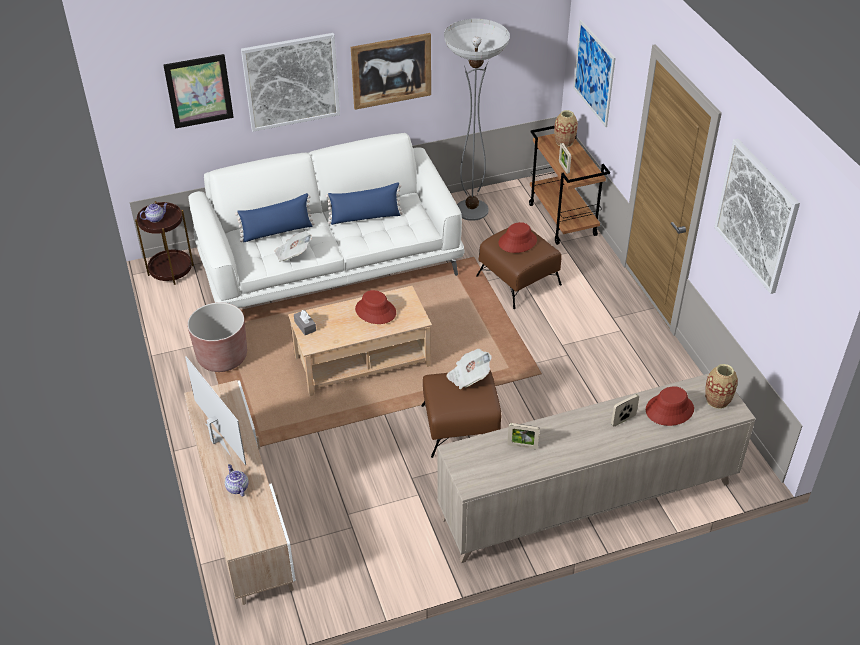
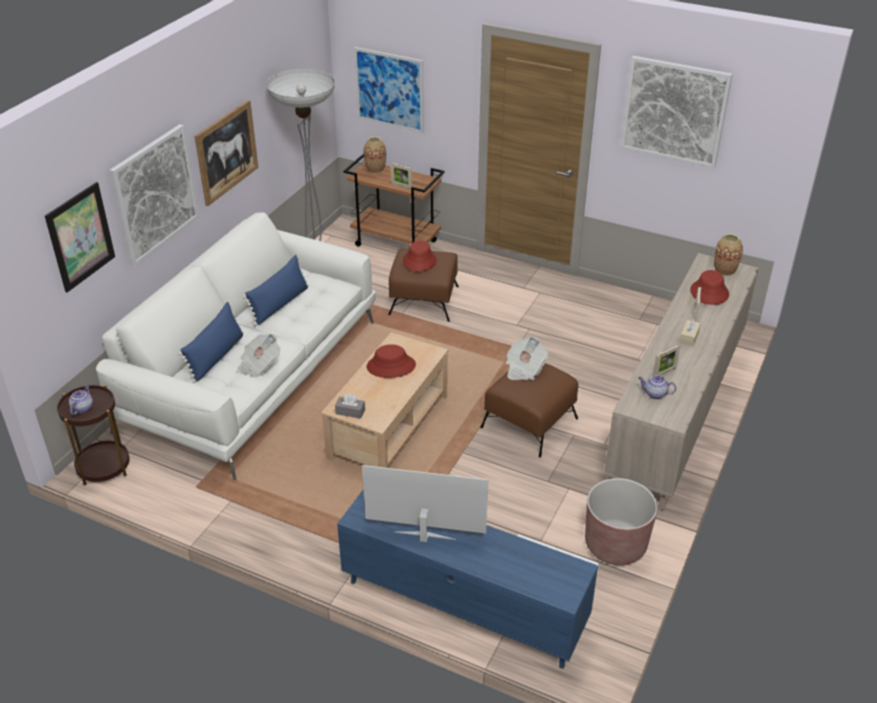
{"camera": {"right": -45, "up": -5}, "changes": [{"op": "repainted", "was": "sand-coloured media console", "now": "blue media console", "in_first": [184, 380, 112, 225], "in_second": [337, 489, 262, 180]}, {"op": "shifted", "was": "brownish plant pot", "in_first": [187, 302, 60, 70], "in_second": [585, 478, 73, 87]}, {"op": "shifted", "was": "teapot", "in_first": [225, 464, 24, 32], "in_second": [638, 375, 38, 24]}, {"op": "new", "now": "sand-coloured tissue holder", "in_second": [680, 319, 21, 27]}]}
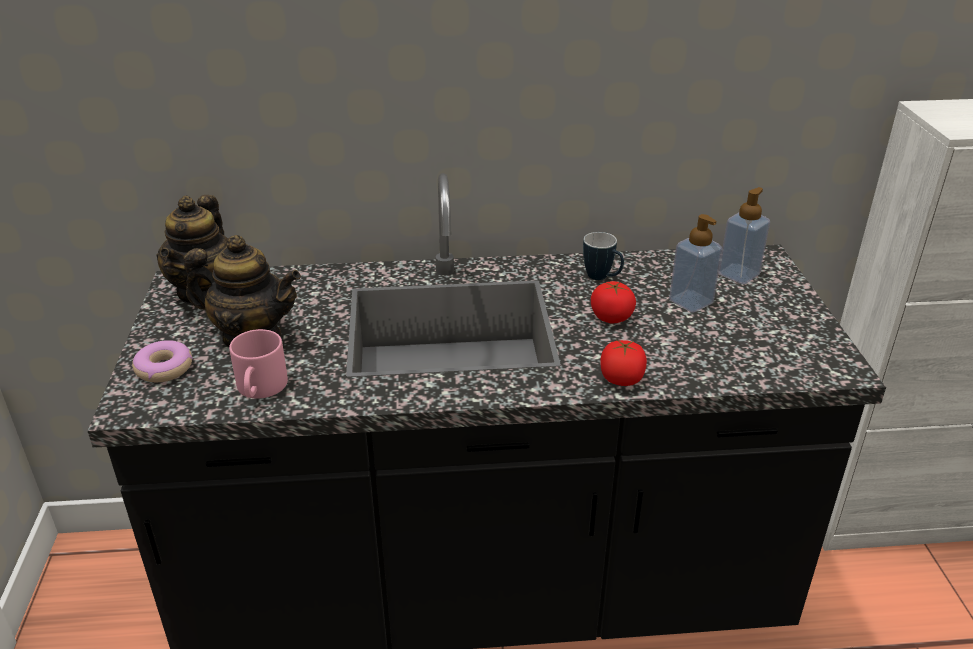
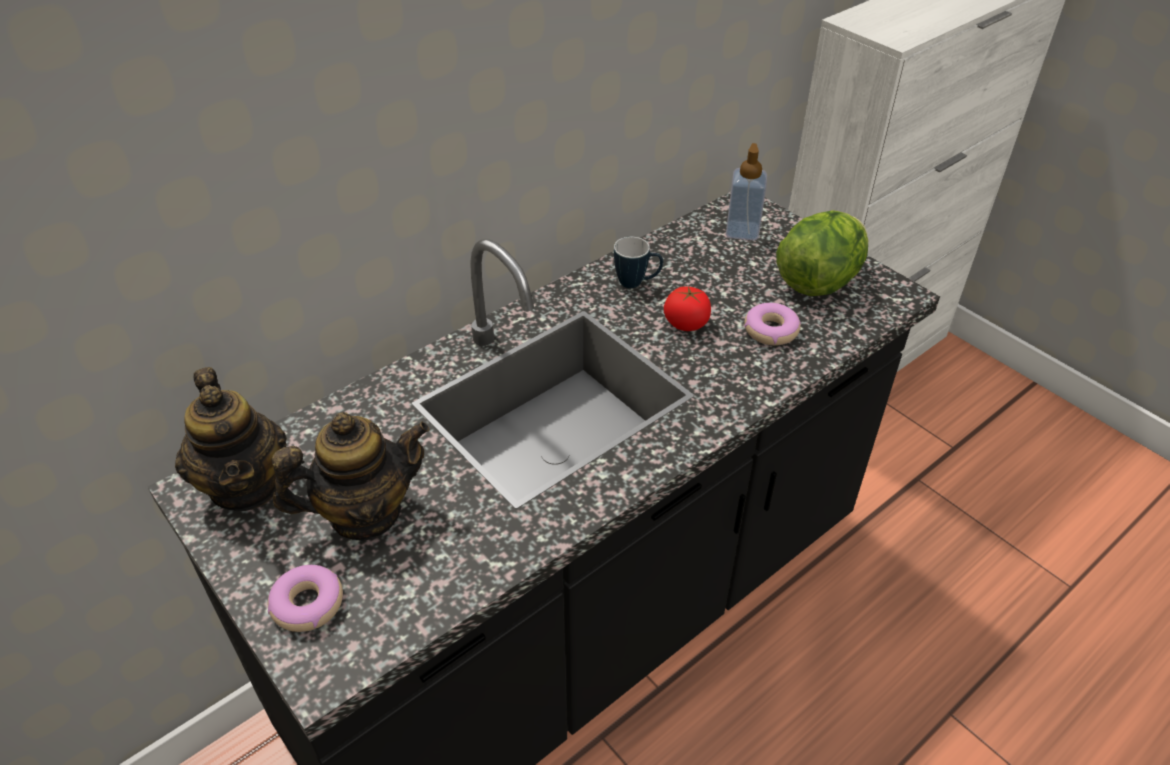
{"camera": {"right": -35, "up": 10}, "changes": [{"op": "new", "now": "ring doughnut", "in_second": [744, 303, 57, 42]}, {"op": "new", "now": "head of lettuce", "in_second": [776, 210, 92, 86]}, {"op": "gone", "was": "pink-coloured coffee mug", "in_first": [229, 329, 59, 70]}, {"op": "gone", "was": "whole tomato", "in_first": [600, 340, 47, 46]}, {"op": "gone", "was": "soap bottle", "in_first": [669, 214, 54, 99]}]}
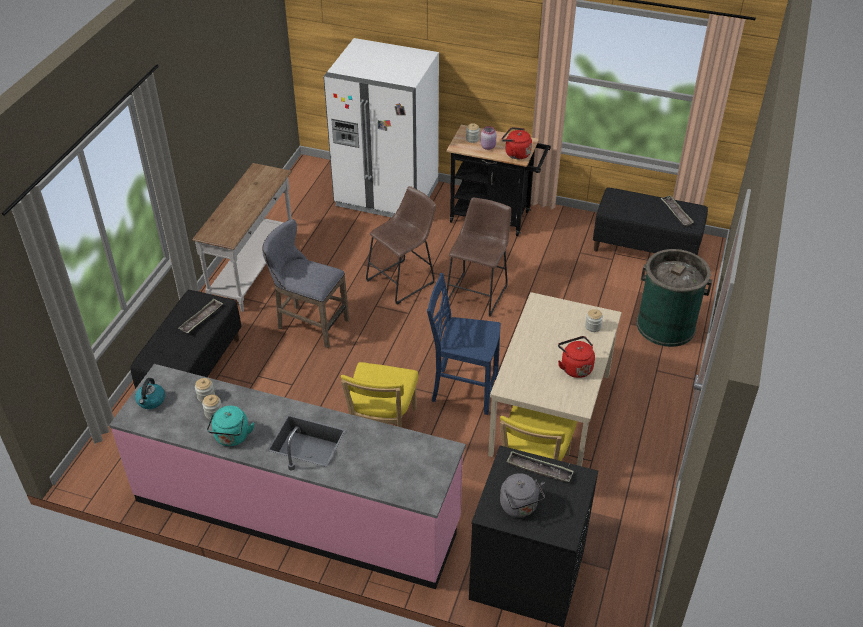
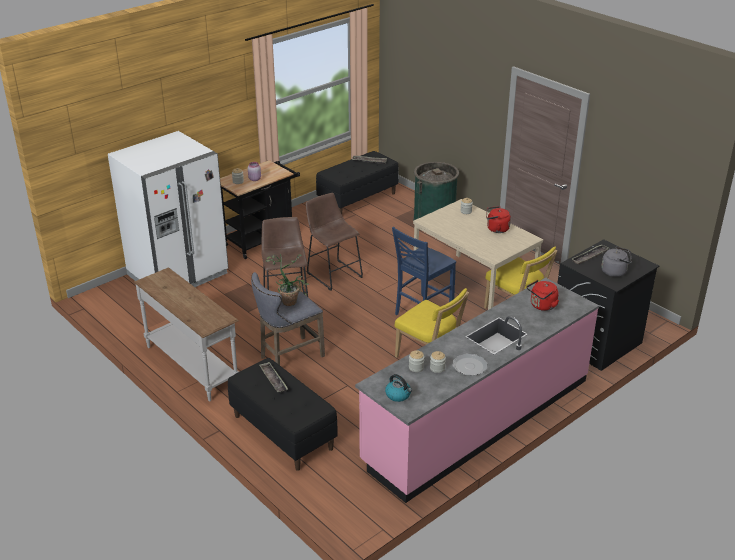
{"camera": {"right": -60, "up": -10}, "changes": [{"op": "new", "now": "potted plant", "in_second": [266, 254, 43, 52]}, {"op": "swapped", "was": "turquoise tea kettle", "now": "plate", "in_first": [207, 406, 48, 40], "in_second": [452, 354, 36, 22]}, {"op": "shifted", "was": "reddish tea kettle", "in_first": [502, 127, 30, 32], "in_second": [527, 280, 32, 31]}]}
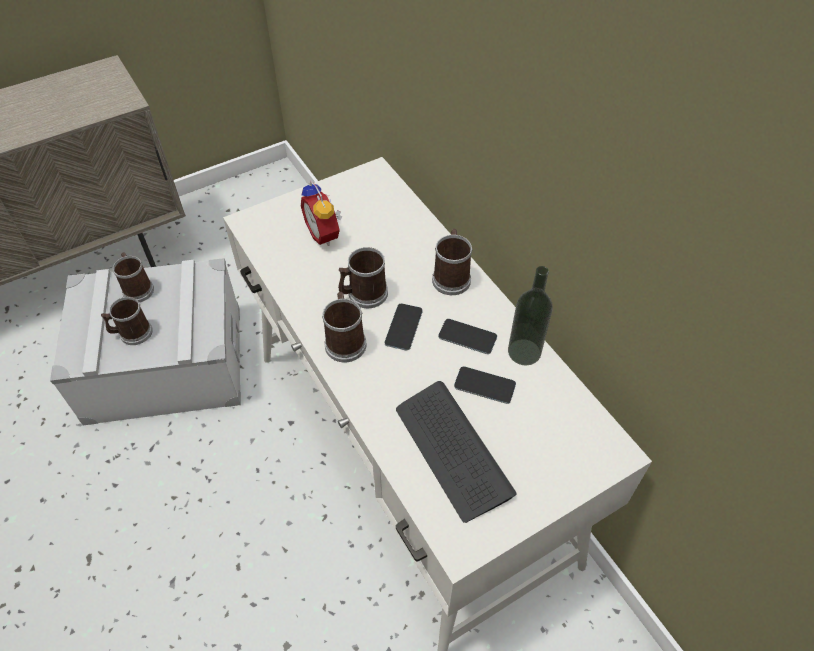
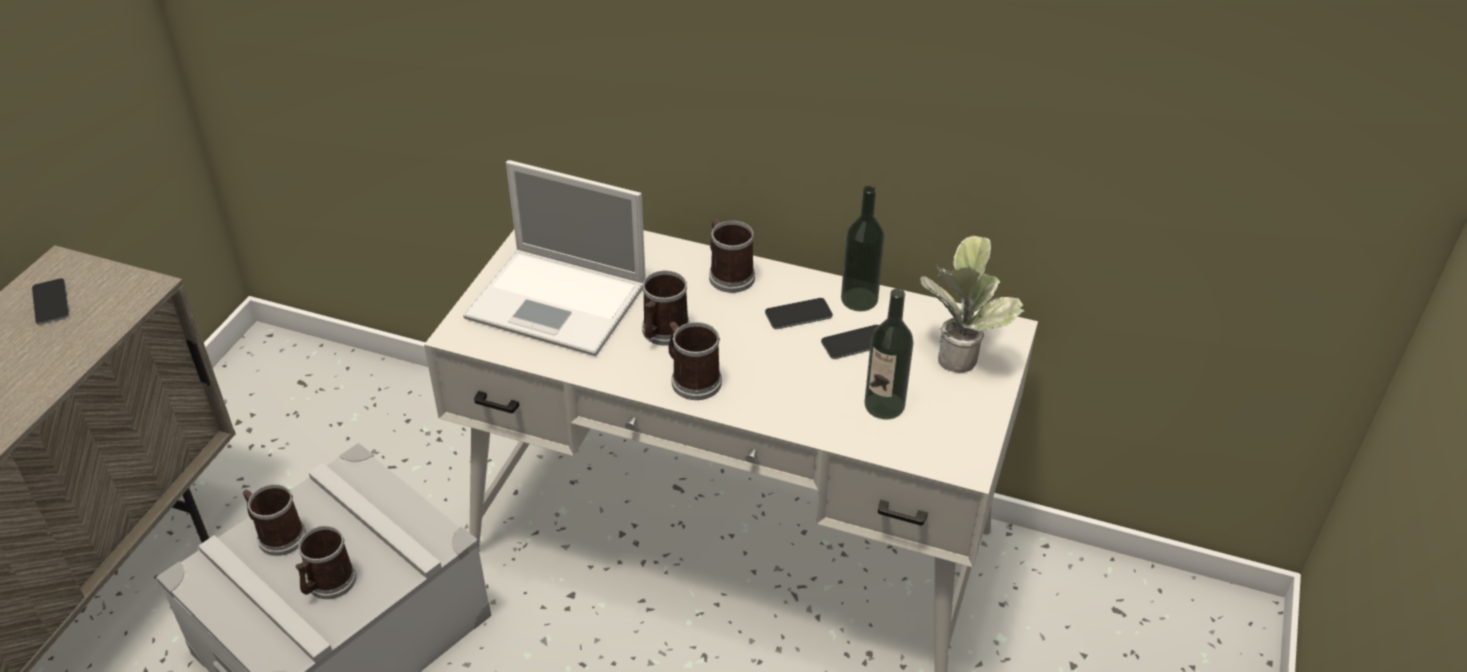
{"camera": {"right": -40, "up": -10}, "changes": [{"op": "shifted", "was": "handset", "in_first": [385, 303, 38, 47], "in_second": [32, 278, 37, 47]}, {"op": "swapped", "was": "table clock", "now": "laptop", "in_first": [301, 180, 41, 66], "in_second": [463, 160, 183, 196]}, {"op": "swapped", "was": "keyboard", "now": "beverage bottle", "in_first": [396, 381, 121, 142], "in_second": [864, 289, 50, 130]}, {"op": "new", "now": "potted plant", "in_second": [920, 236, 105, 137]}]}
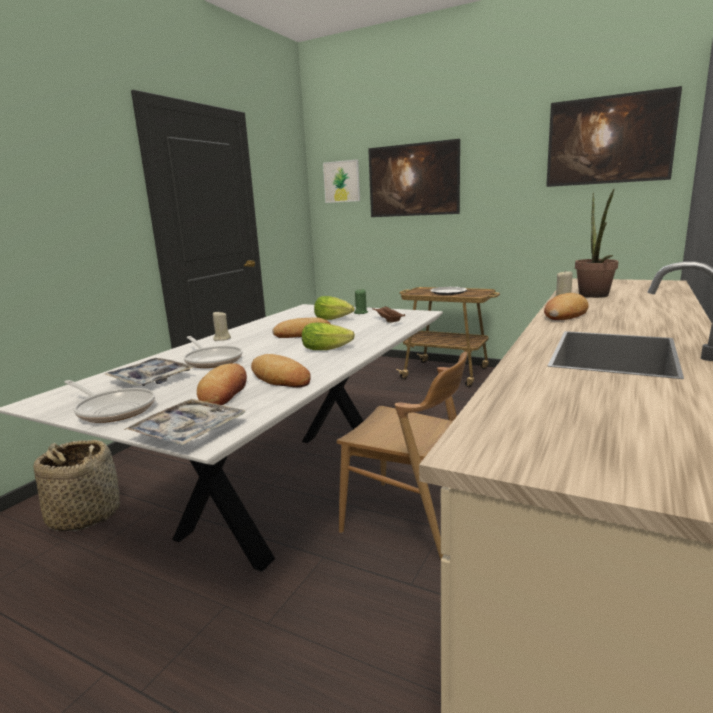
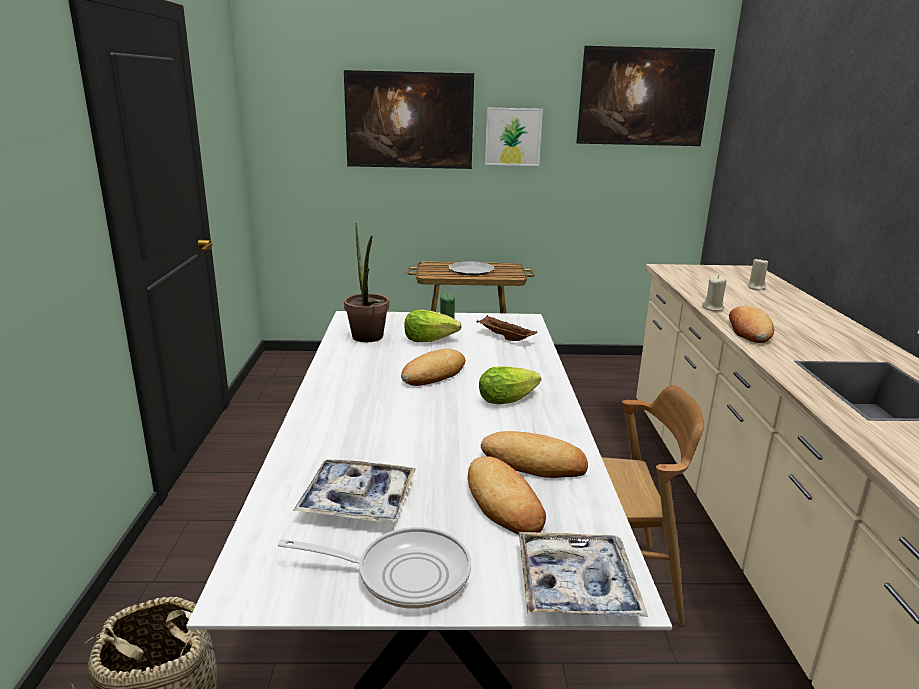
{"camera": {"right": -30, "up": 5}, "changes": [{"op": "shifted", "was": "potted plant", "in_first": [575, 189, 43, 109], "in_second": [344, 223, 45, 119]}, {"op": "shifted", "was": "wall picture", "in_first": [323, 159, 37, 44], "in_second": [485, 107, 58, 59]}, {"op": "shifted", "was": "sand-coloured wax light", "in_first": [213, 312, 18, 29], "in_second": [747, 259, 21, 32]}, {"op": "gone", "was": "frying pan", "in_first": [184, 336, 58, 32]}]}
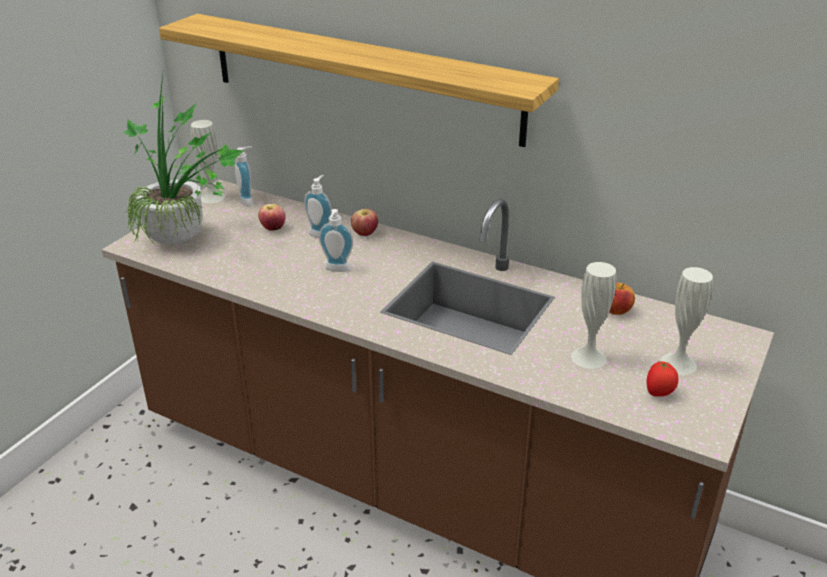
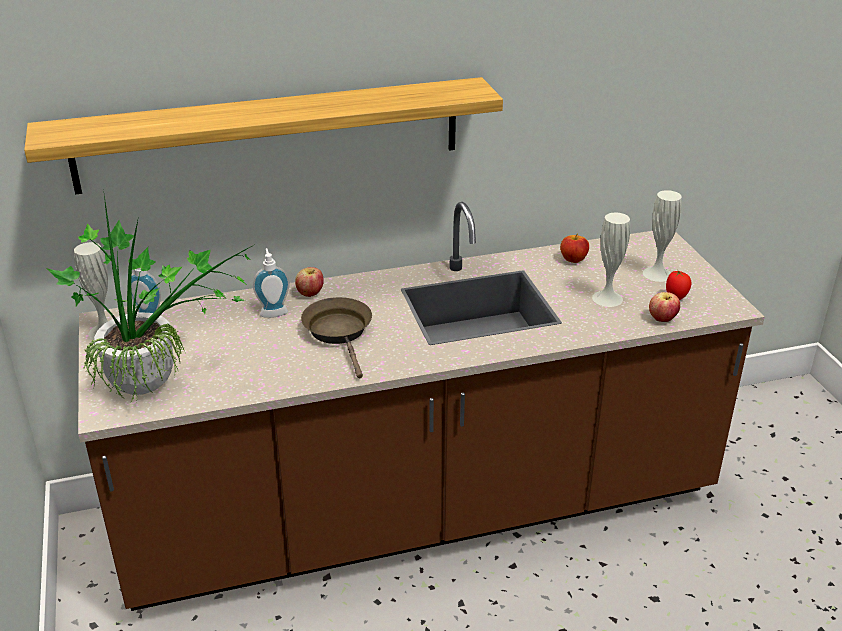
{"camera": {"right": -45, "up": 0}, "changes": [{"op": "swapped", "was": "soap bottle", "now": "brownish frying pan", "in_first": [319, 209, 34, 63], "in_second": [301, 297, 71, 81]}, {"op": "shifted", "was": "apple fruit", "in_first": [258, 204, 28, 27], "in_second": [649, 292, 31, 30]}]}
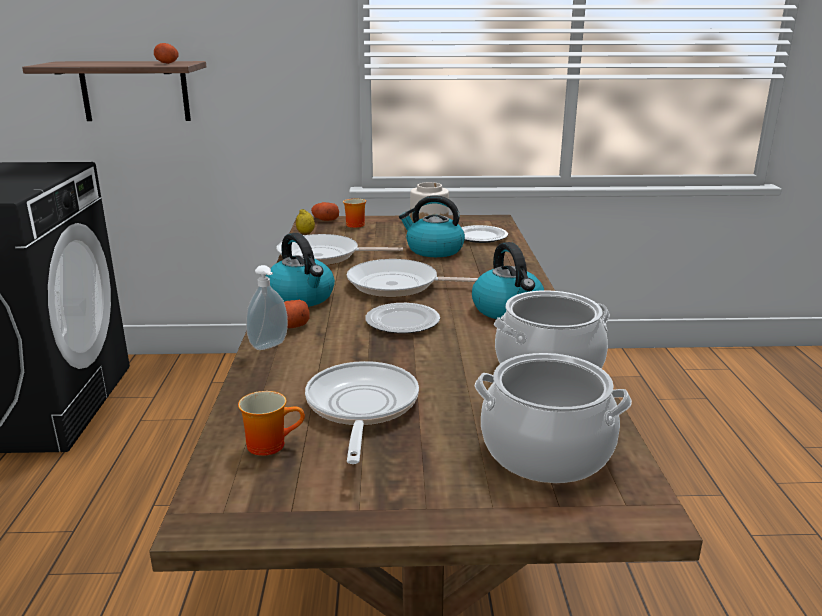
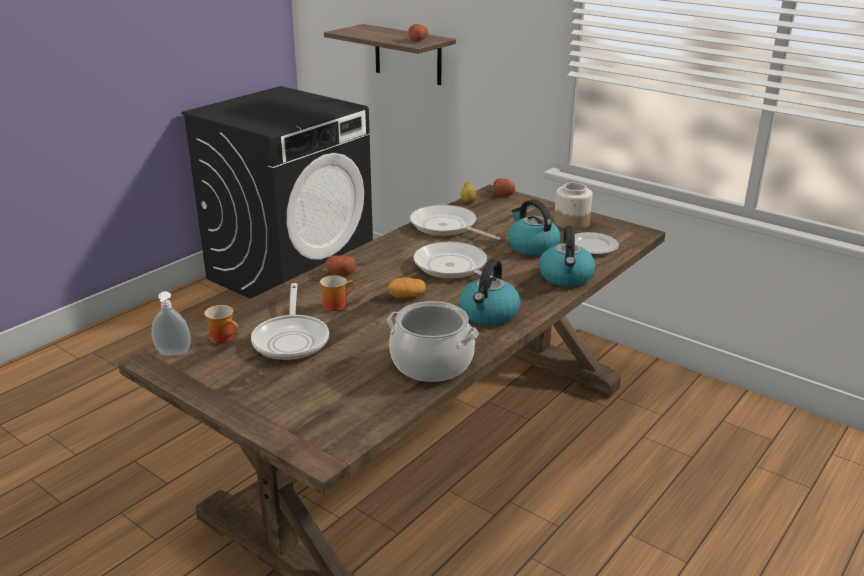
{"camera": {"right": 40, "up": 5}, "changes": [{"op": "shifted", "was": "soap bottle", "in_first": [246, 265, 42, 85], "in_second": [152, 291, 39, 65]}, {"op": "rotated", "was": "frying pan", "in_first": [305, 361, 114, 103], "in_second": [251, 283, 78, 77], "clockwise": 135}, {"op": "shifted", "was": "coffee mug", "in_first": [343, 198, 23, 30], "in_second": [320, 275, 34, 36]}, {"op": "swapped", "was": "plate", "now": "whole potato", "in_first": [365, 303, 75, 30], "in_second": [388, 277, 38, 21]}, {"op": "shifted", "was": "tea kettle", "in_first": [266, 233, 69, 74], "in_second": [539, 226, 56, 61]}, {"op": "gone", "was": "cooking pot", "in_first": [475, 353, 157, 130]}]}
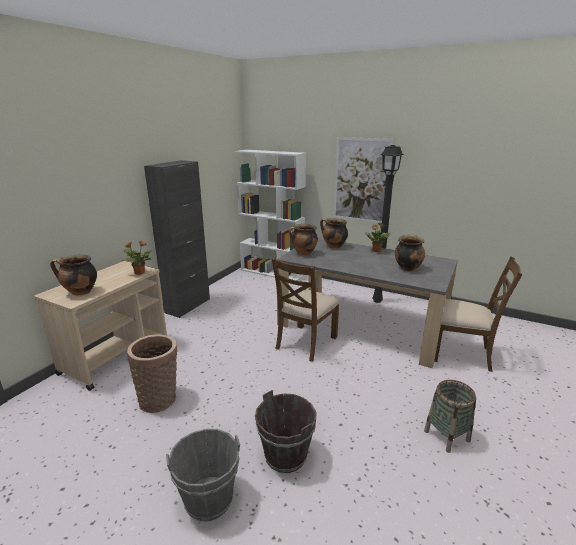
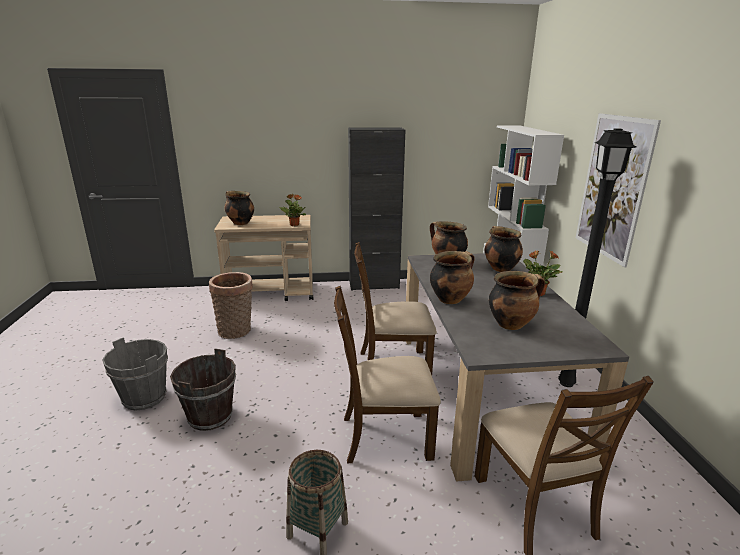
{"camera": {"right": 55, "up": 0}, "changes": [{"op": "new", "now": "brownish chair", "in_second": [334, 286, 107, 177]}, {"op": "new", "now": "cooking pot", "in_second": [430, 251, 45, 53]}]}
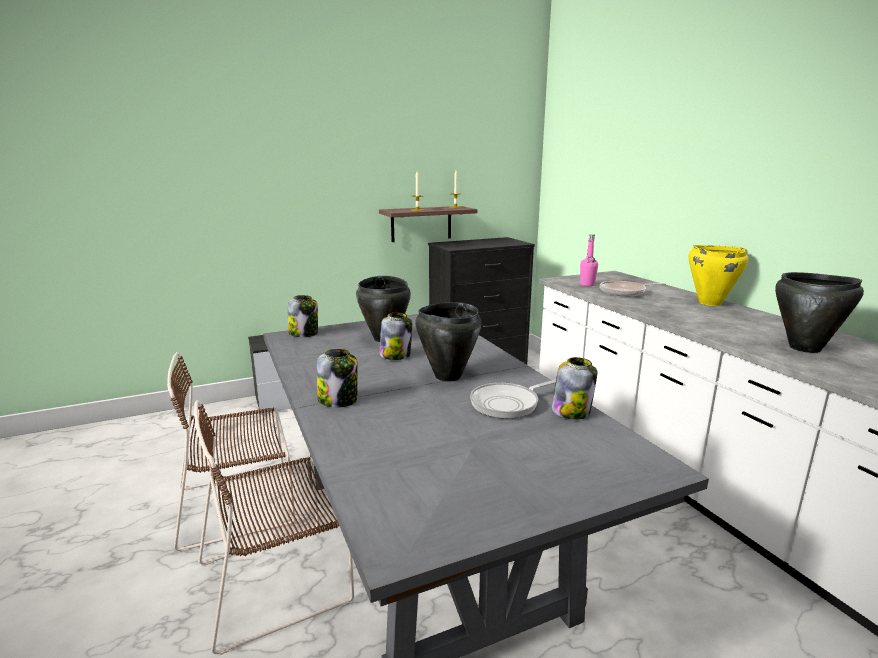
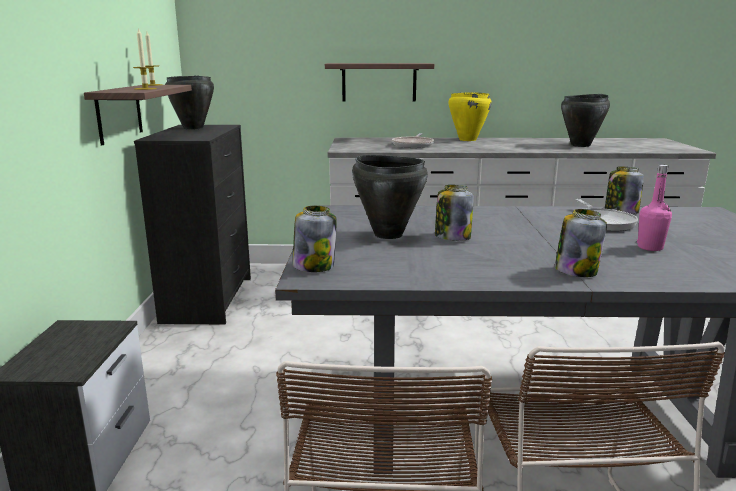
{"camera": {"right": -65, "up": 0}, "changes": [{"op": "shifted", "was": "blackish cooking pot", "in_first": [415, 302, 67, 80], "in_second": [165, 76, 49, 54]}, {"op": "new", "now": "bracket shelf", "in_second": [325, 63, 109, 39]}, {"op": "shifted", "was": "pink-coloured beverage bottle", "in_first": [580, 234, 18, 52], "in_second": [637, 165, 35, 86]}]}
